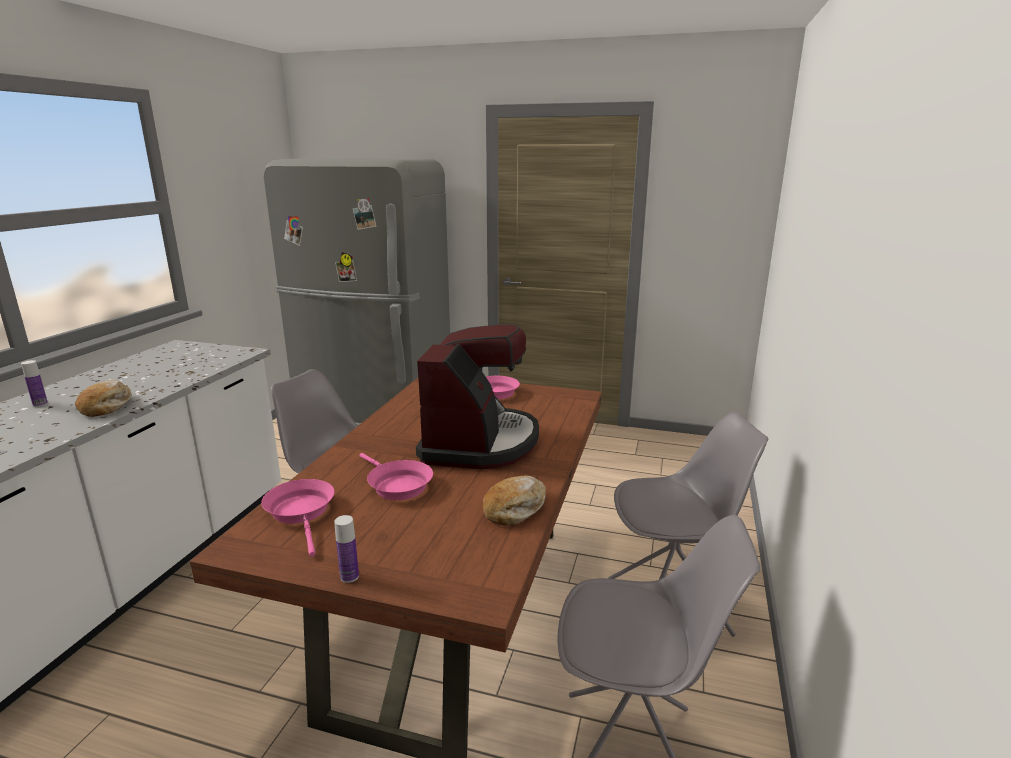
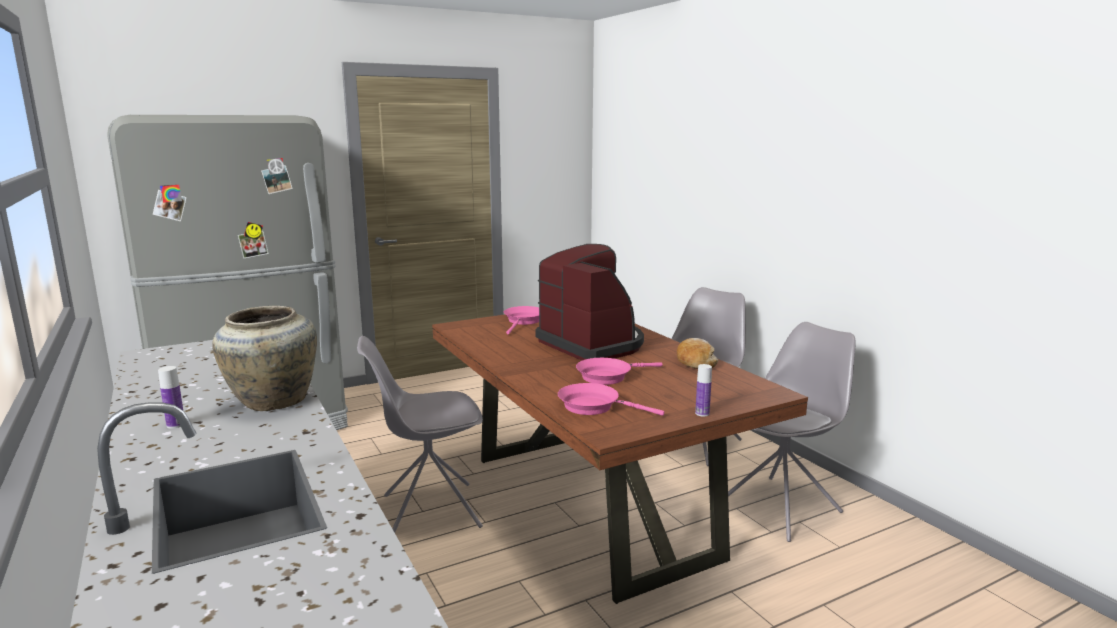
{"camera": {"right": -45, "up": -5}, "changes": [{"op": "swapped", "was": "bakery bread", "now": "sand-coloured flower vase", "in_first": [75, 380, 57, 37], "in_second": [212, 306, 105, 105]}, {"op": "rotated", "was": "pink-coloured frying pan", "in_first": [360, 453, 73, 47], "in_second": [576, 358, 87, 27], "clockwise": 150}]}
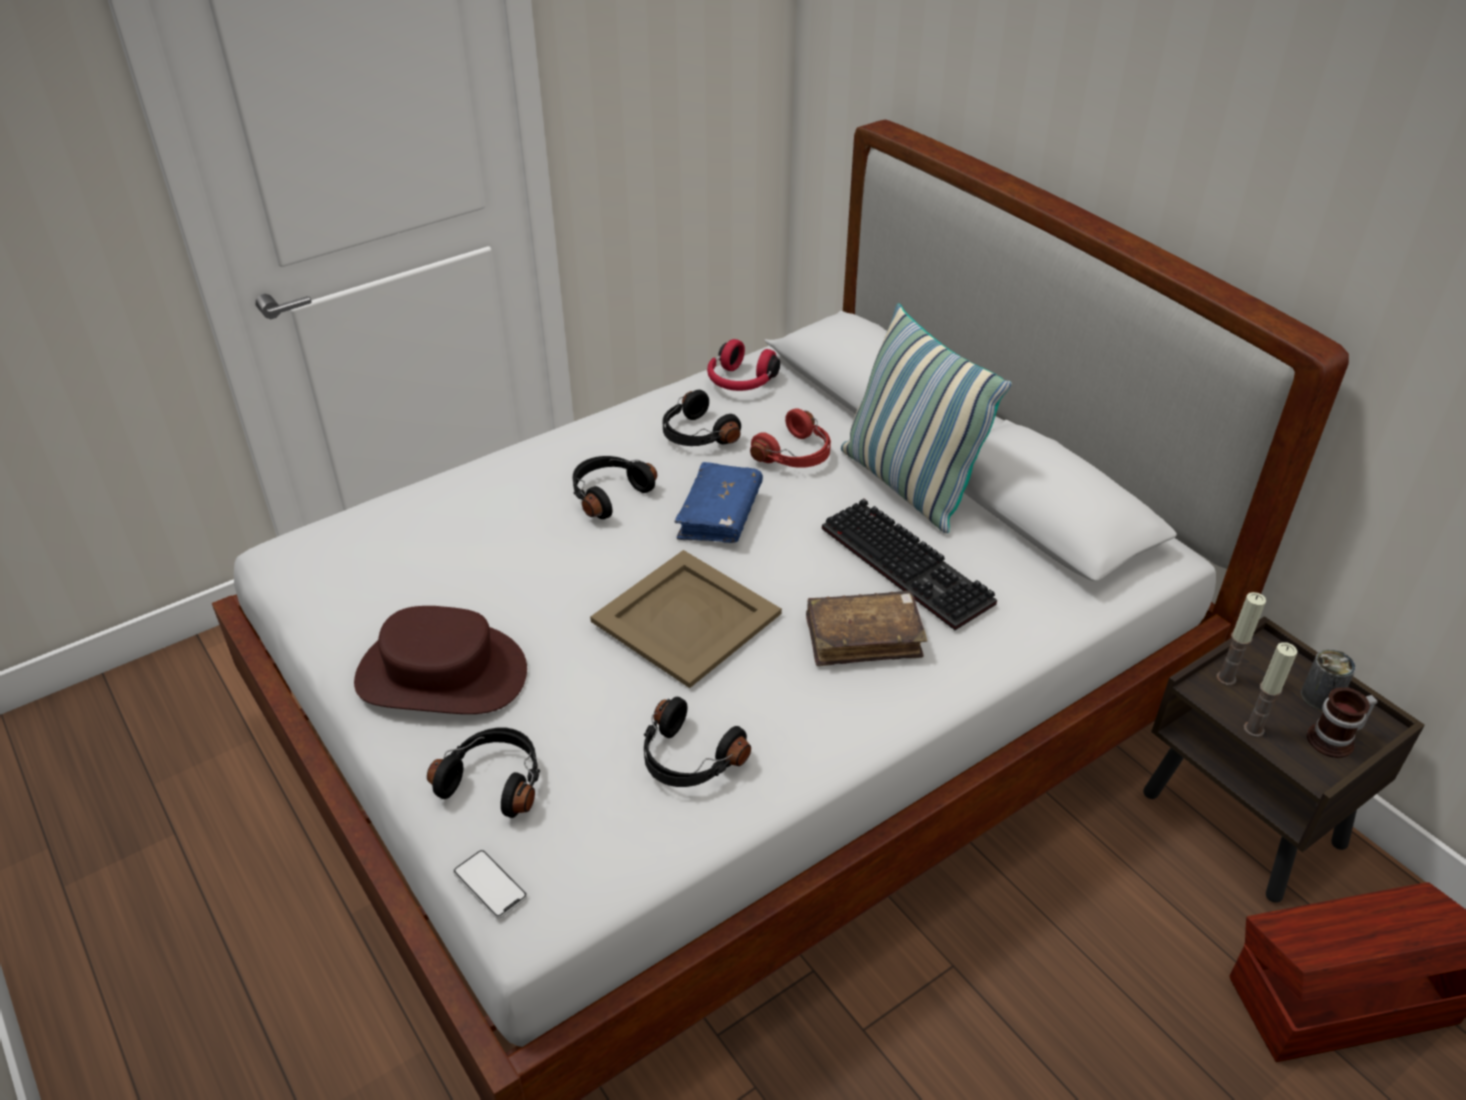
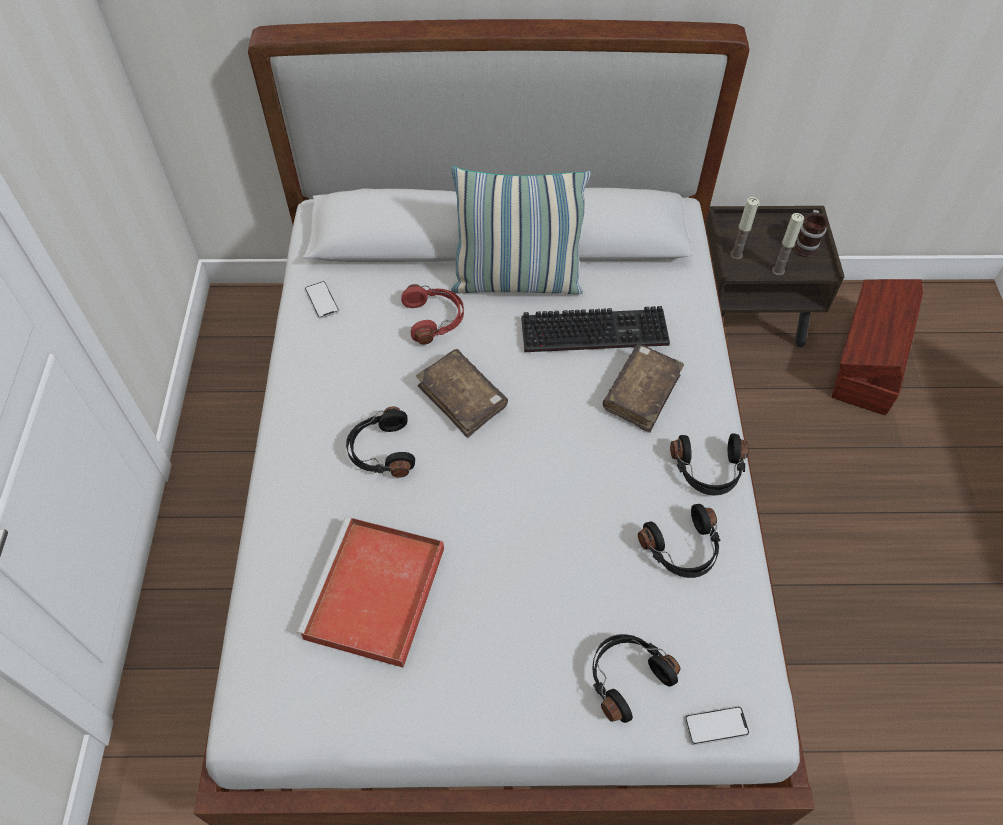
{"camera": {"right": -55, "up": 15}, "changes": [{"op": "new", "now": "reddish carrying tray", "in_second": [297, 517, 147, 151]}, {"op": "swapped", "was": "reddish headset", "now": "handset", "in_first": [707, 339, 73, 52], "in_second": [305, 281, 34, 37]}, {"op": "repainted", "was": "blue book", "now": "brownish book", "in_first": [675, 462, 88, 81], "in_second": [416, 349, 92, 89]}, {"op": "shifted", "was": "blackish headset", "in_first": [663, 390, 78, 56], "in_second": [670, 433, 79, 63]}, {"op": "gone", "was": "brownish clothing hat", "in_first": [354, 606, 173, 108]}, {"op": "gone", "was": "sand-coloured carrying tray", "in_first": [590, 550, 192, 138]}, {"op": "gone", "was": "can", "in_first": [1301, 649, 55, 62]}]}
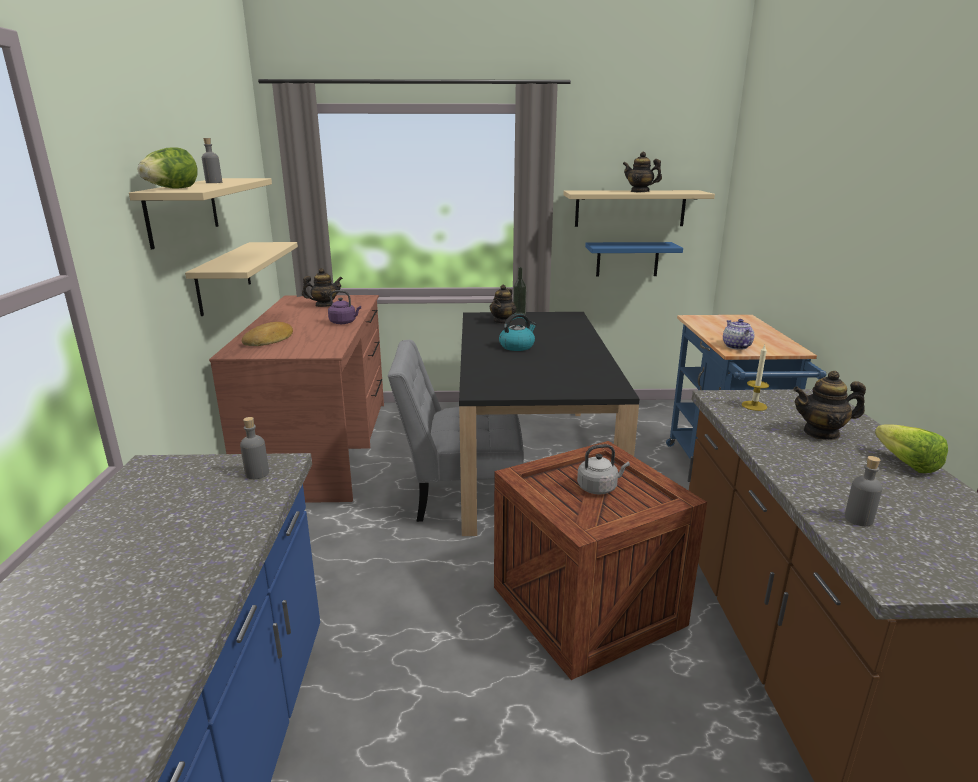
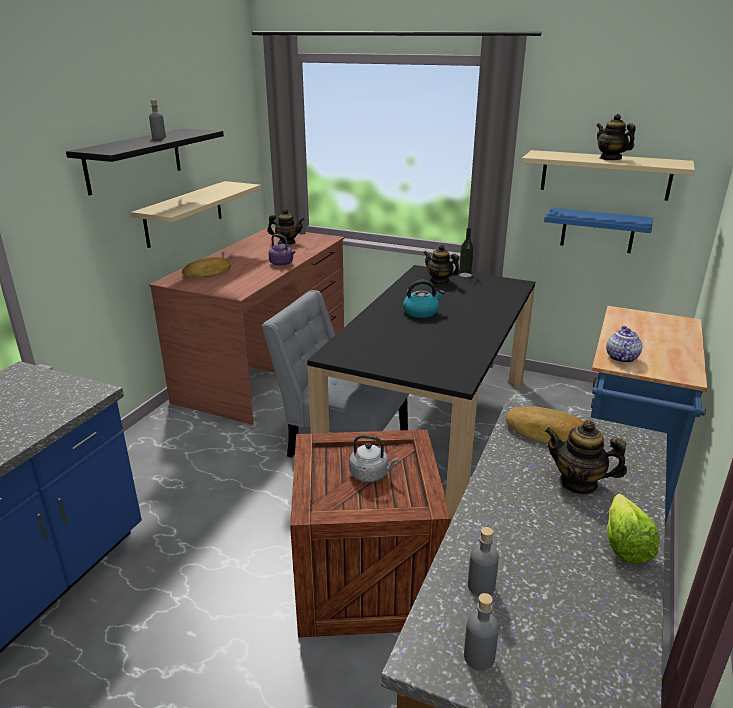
{"camera": {"right": 25, "up": 5}, "changes": [{"op": "repainted", "was": "sand-coloured bracket shelf", "now": "blackish bracket shelf", "in_first": [129, 178, 143, 71], "in_second": [66, 128, 158, 68]}, {"op": "rotated", "was": "teapot", "in_first": [489, 285, 27, 39], "in_second": [424, 245, 36, 40], "clockwise": 75}, {"op": "shifted", "was": "greyish beverage bottle", "in_first": [240, 417, 29, 62], "in_second": [464, 593, 35, 78]}, {"op": "swapped", "was": "wax light", "now": "bakery bread", "in_first": [741, 345, 28, 66], "in_second": [506, 406, 78, 38]}, {"op": "gone", "was": "head of lettuce", "in_first": [137, 147, 61, 42]}]}
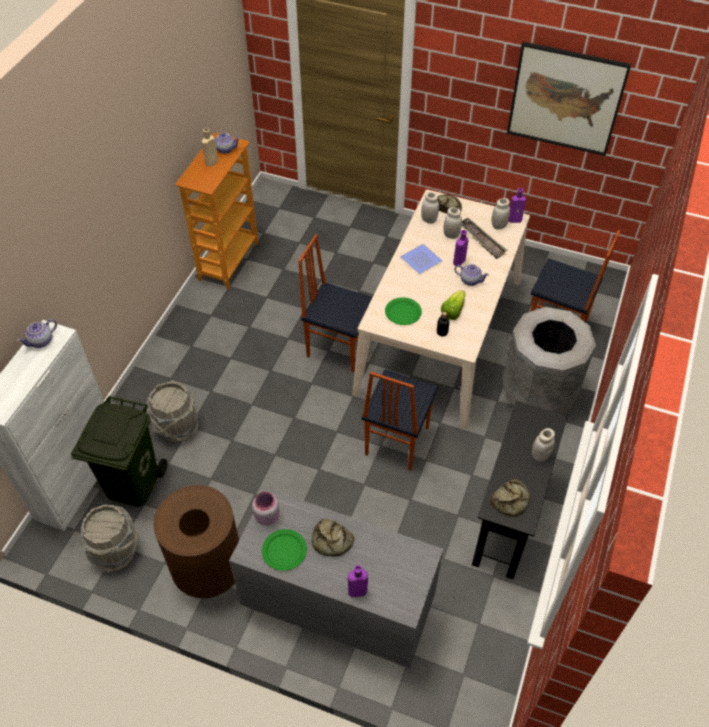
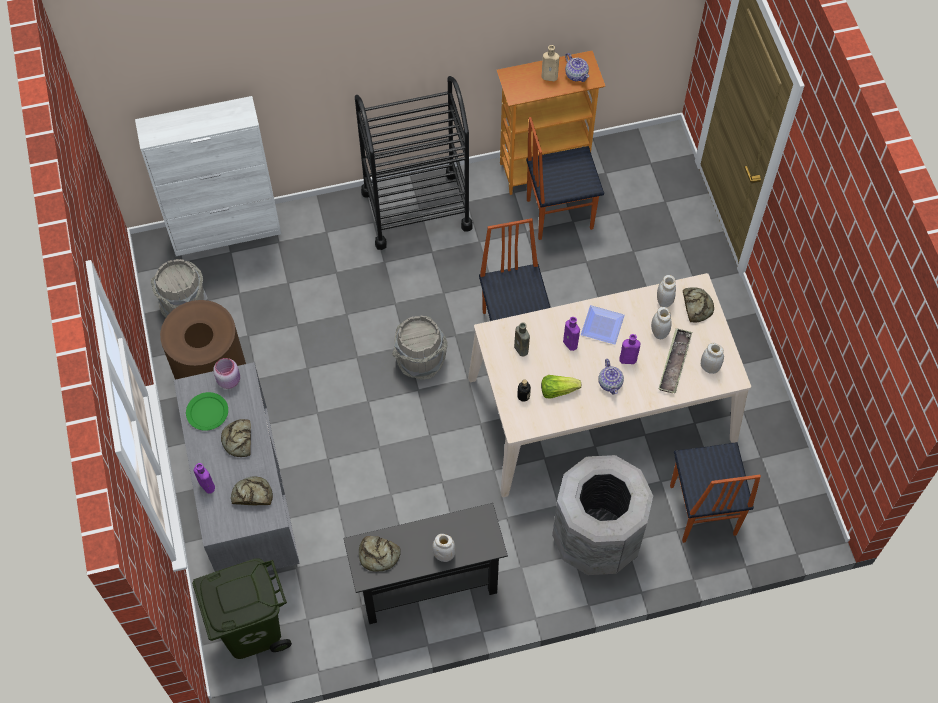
{"camera": {"right": 55, "up": 10}, "changes": [{"op": "shifted", "was": "greenish rubbish bin", "in_first": [71, 396, 96, 111], "in_second": [192, 558, 100, 101]}, {"op": "new", "now": "bakery bread", "in_second": [231, 476, 42, 29]}, {"op": "new", "now": "blackish cart", "in_second": [355, 76, 118, 174]}, {"op": "shifted", "was": "greyish pail", "in_first": [146, 382, 53, 60], "in_second": [392, 316, 56, 64]}, {"op": "swapped", "was": "greenish plate", "now": "brownish beverage bottle", "in_first": [385, 297, 37, 28], "in_second": [514, 322, 16, 35]}, {"op": "shifted", "was": "chair", "in_first": [361, 369, 78, 102], "in_second": [526, 117, 78, 123]}, {"op": "shifted", "was": "purplish beverage bottle", "in_first": [509, 188, 17, 35], "in_second": [563, 317, 17, 34]}, {"op": "gone", "was": "teapot", "in_first": [17, 319, 40, 29]}, {"op": "gone", "was": "wall picture", "in_first": [507, 42, 124, 114]}]}
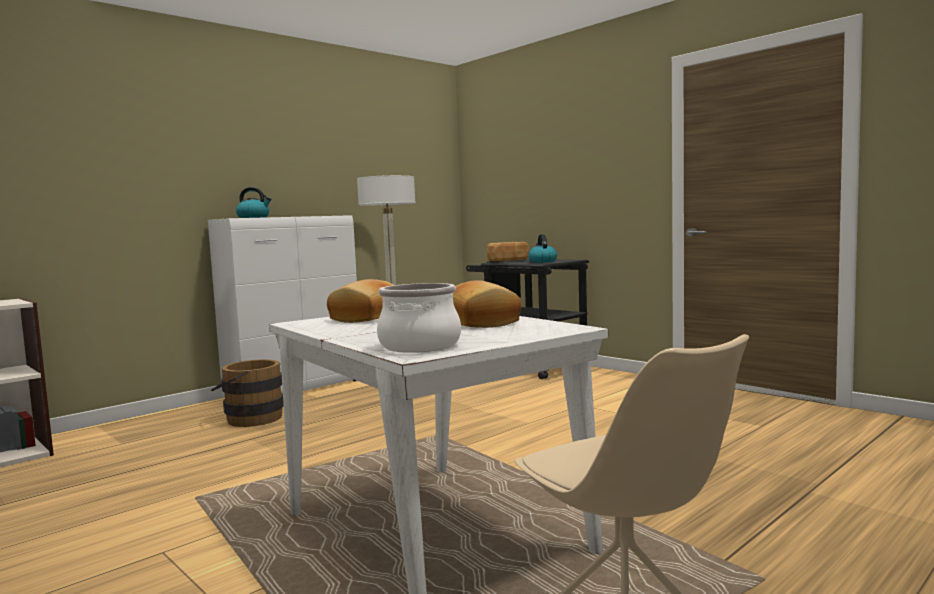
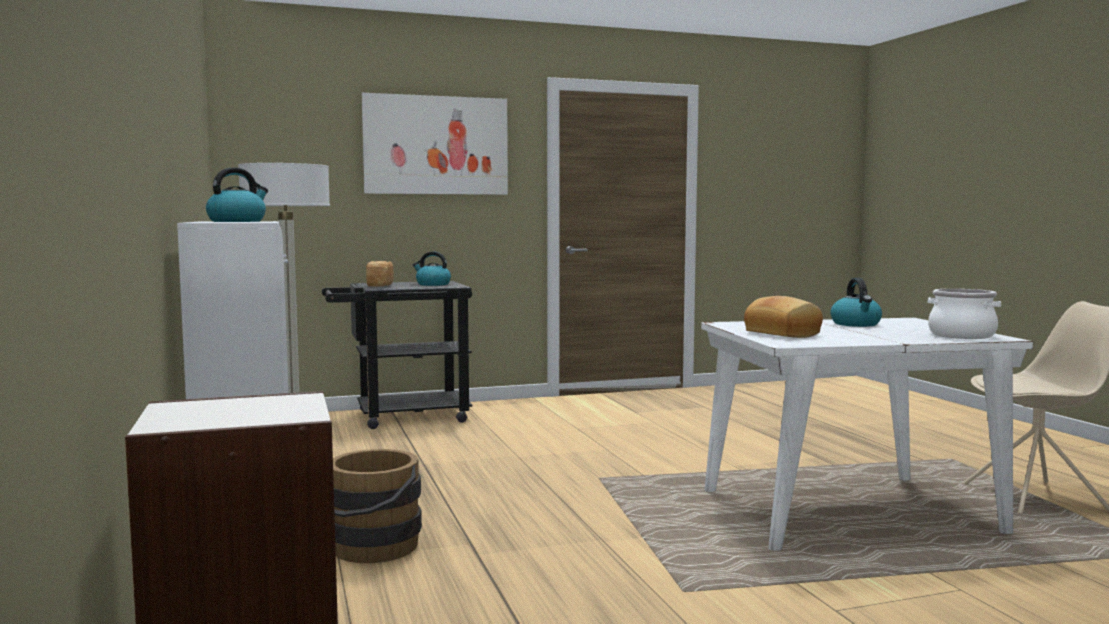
{"camera": {"right": -65, "up": 0}, "changes": [{"op": "new", "now": "wall picture", "in_second": [362, 93, 146, 102]}, {"op": "swapped", "was": "bakery bread", "now": "tea kettle", "in_first": [453, 280, 68, 48], "in_second": [830, 278, 52, 49]}]}
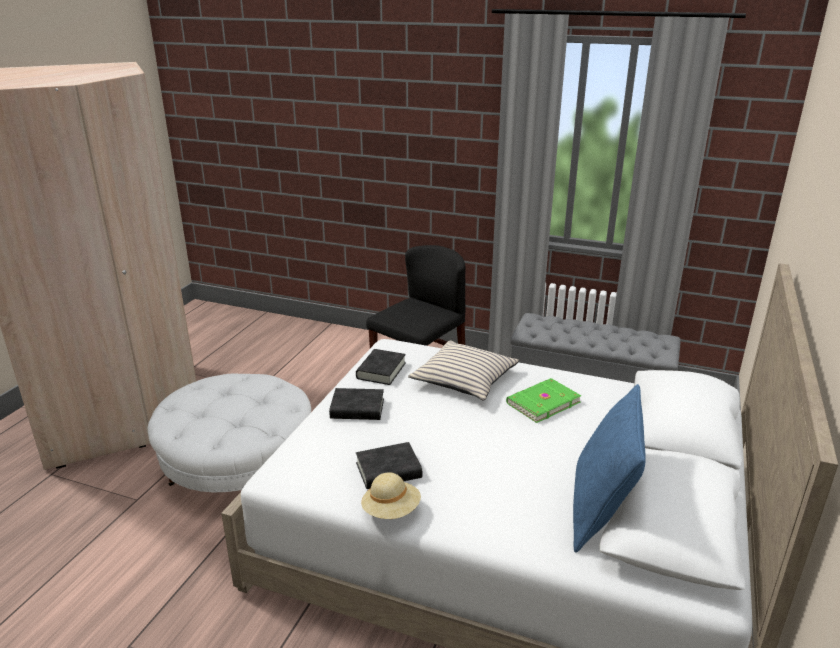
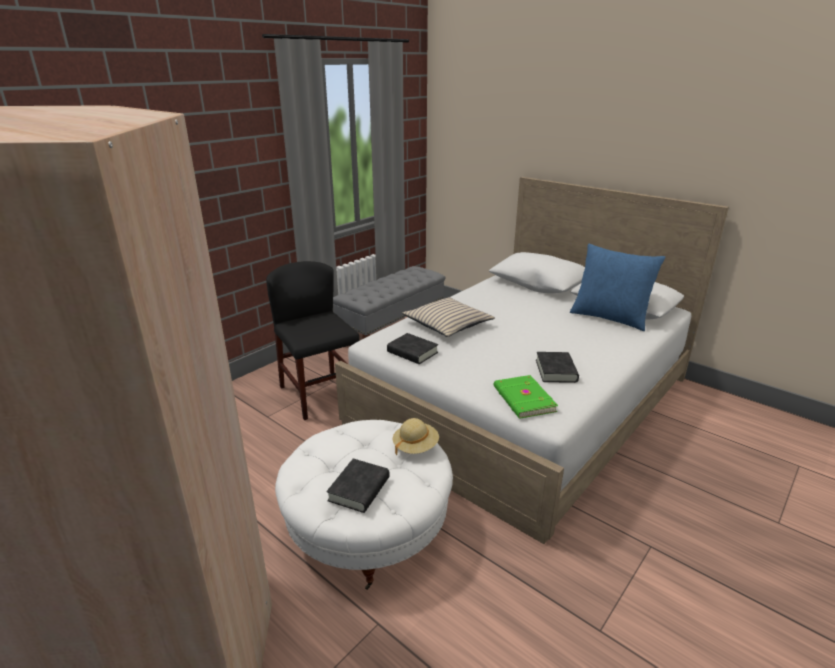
{"camera": {"right": -70, "up": 0}, "changes": [{"op": "shifted", "was": "blackish book", "in_first": [329, 388, 55, 32], "in_second": [327, 459, 62, 54]}, {"op": "shifted", "was": "sand-coloured clothing hat", "in_first": [361, 472, 60, 47], "in_second": [393, 418, 46, 38]}, {"op": "shifted", "was": "greenish book", "in_first": [506, 378, 75, 45], "in_second": [494, 375, 64, 44]}]}
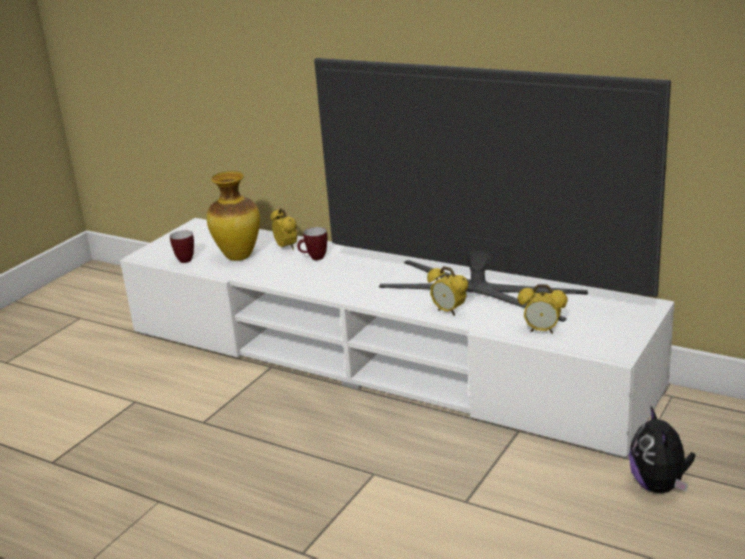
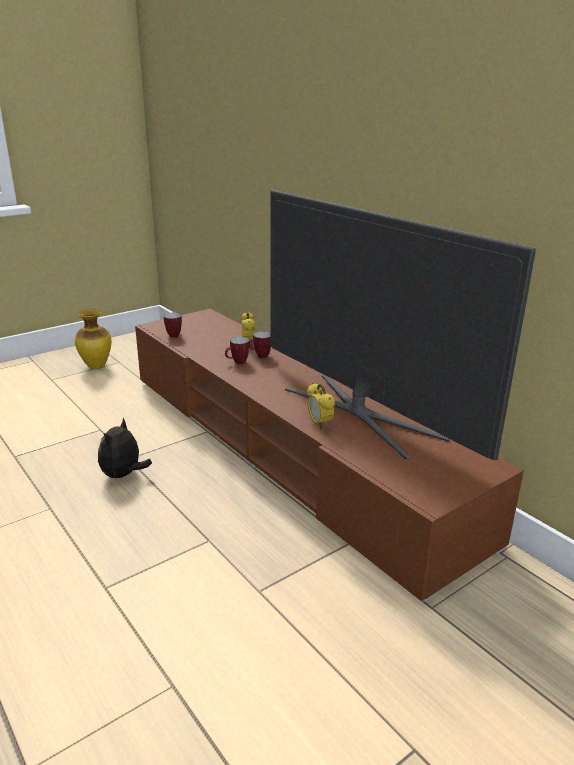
{"camera": {"right": 20, "up": 0}, "changes": [{"op": "shifted", "was": "flower vase", "in_first": [207, 171, 53, 90], "in_second": [75, 309, 36, 60]}, {"op": "shifted", "was": "soft toy", "in_first": [629, 405, 66, 88], "in_second": [98, 417, 54, 62]}, {"op": "repainted", "was": "white media console", "now": "brownish media console", "in_first": [120, 218, 554, 240], "in_second": [135, 309, 389, 293]}, {"op": "new", "now": "coffee mug", "in_second": [225, 337, 25, 27]}, {"op": "gone", "was": "table clock", "in_first": [518, 284, 50, 50]}]}
